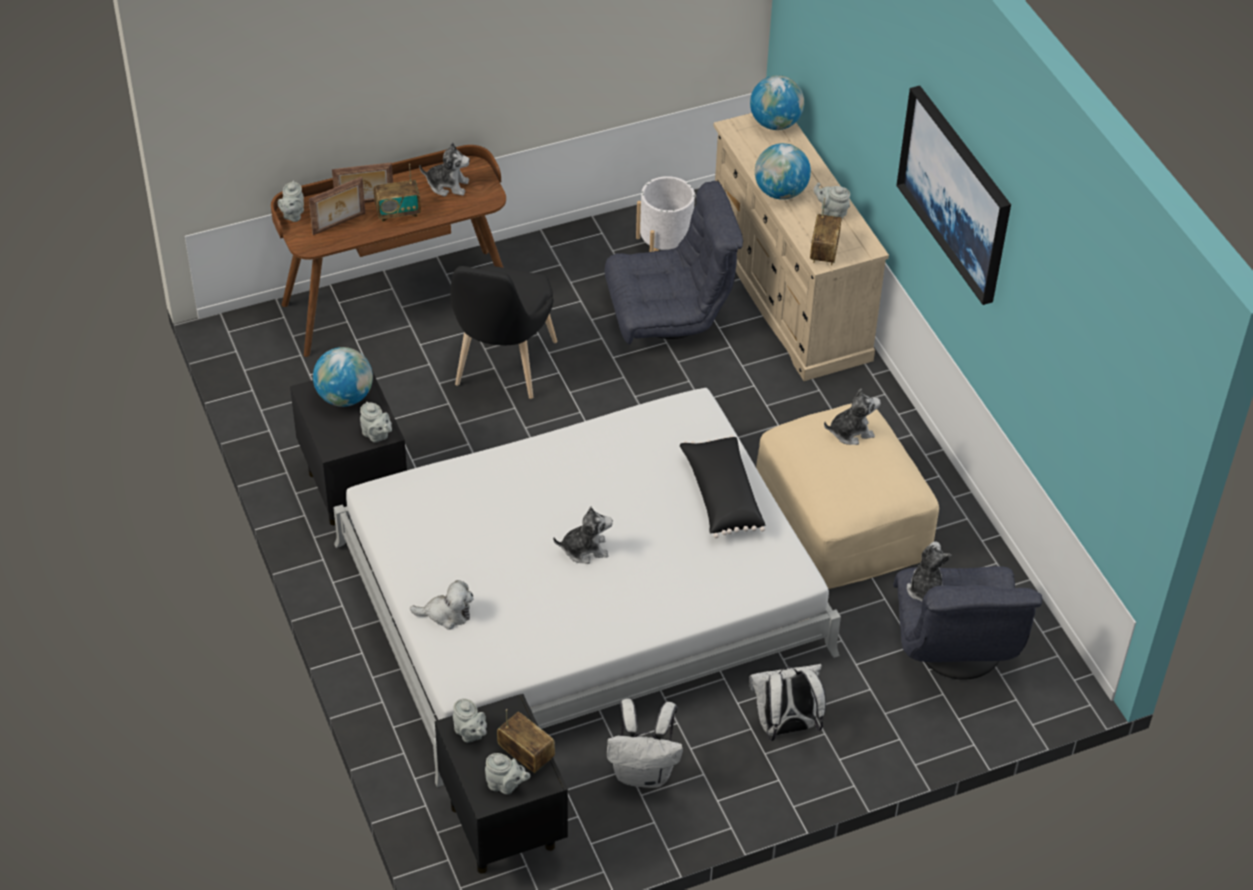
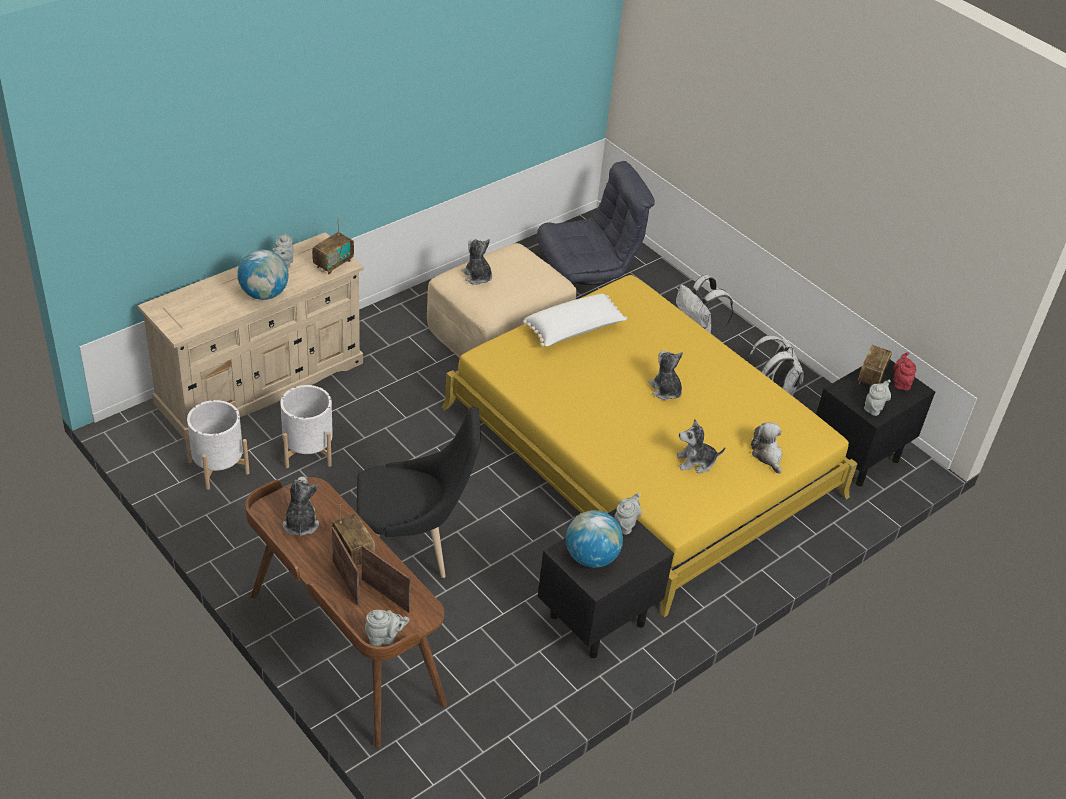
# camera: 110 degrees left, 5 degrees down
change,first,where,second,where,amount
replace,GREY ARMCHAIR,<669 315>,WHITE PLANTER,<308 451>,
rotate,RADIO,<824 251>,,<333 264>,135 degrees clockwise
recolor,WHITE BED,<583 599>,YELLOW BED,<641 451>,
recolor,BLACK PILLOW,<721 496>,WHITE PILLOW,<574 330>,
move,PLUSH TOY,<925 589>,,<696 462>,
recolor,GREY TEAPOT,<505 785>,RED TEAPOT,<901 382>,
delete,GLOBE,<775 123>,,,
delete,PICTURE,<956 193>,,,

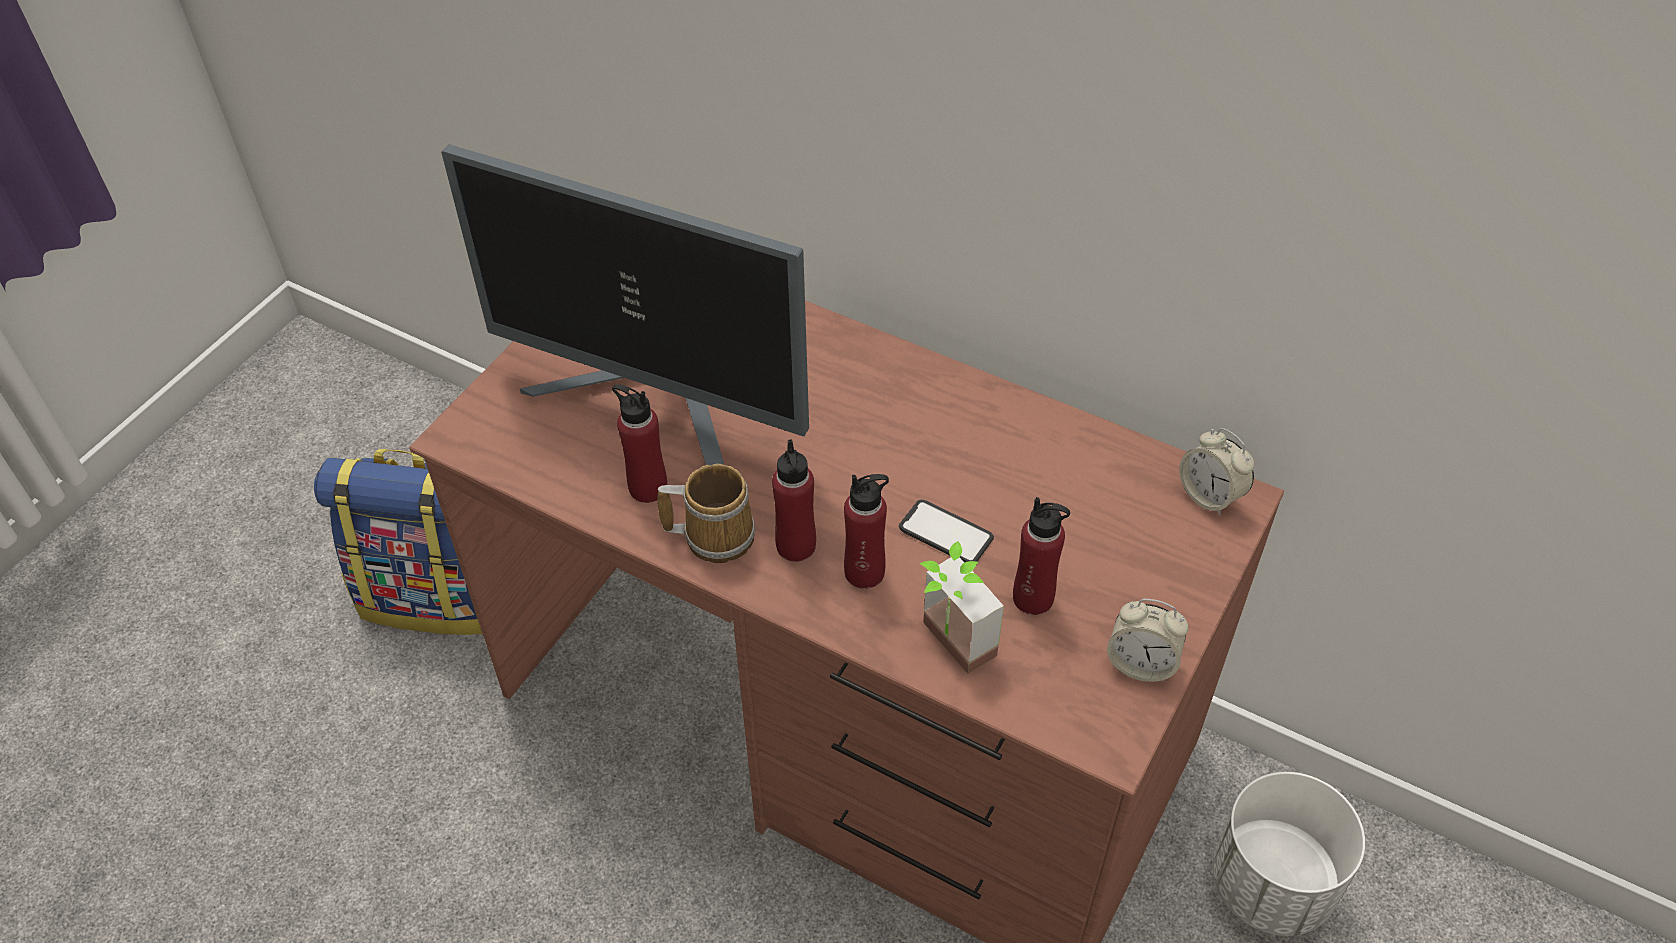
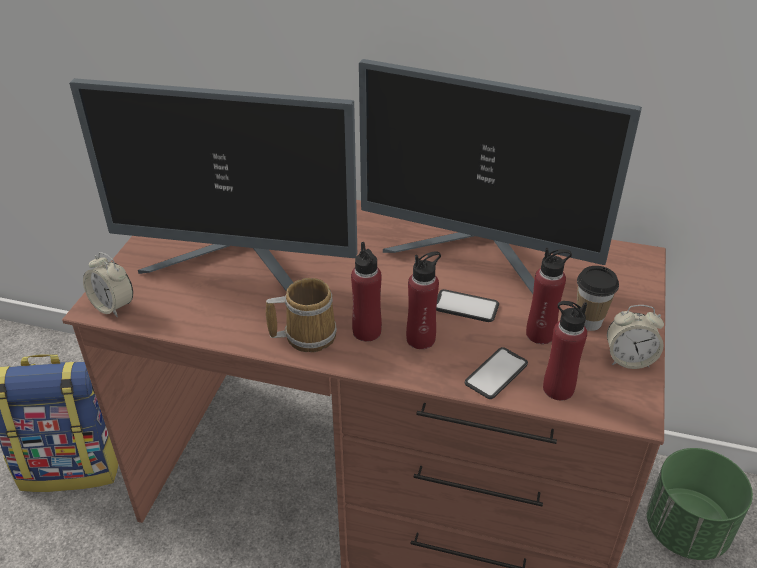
# camera: 15 degrees left, 10 degrees down
change,first,where,second,where,amount
move,ALARM CLOCK,<1210 495>,,<113 306>,
insert,,,MONITOR,<478 256>,
replace,POTTED PLANT,<947 646>,PHONE,<496 374>,
move,RED BOTTLE,<648 487>,,<558 389>,
insert,,,CUP,<588 322>,
recolor,WHITE PLANTER,<1270 885>,GREEN PLANTER,<685 530>,

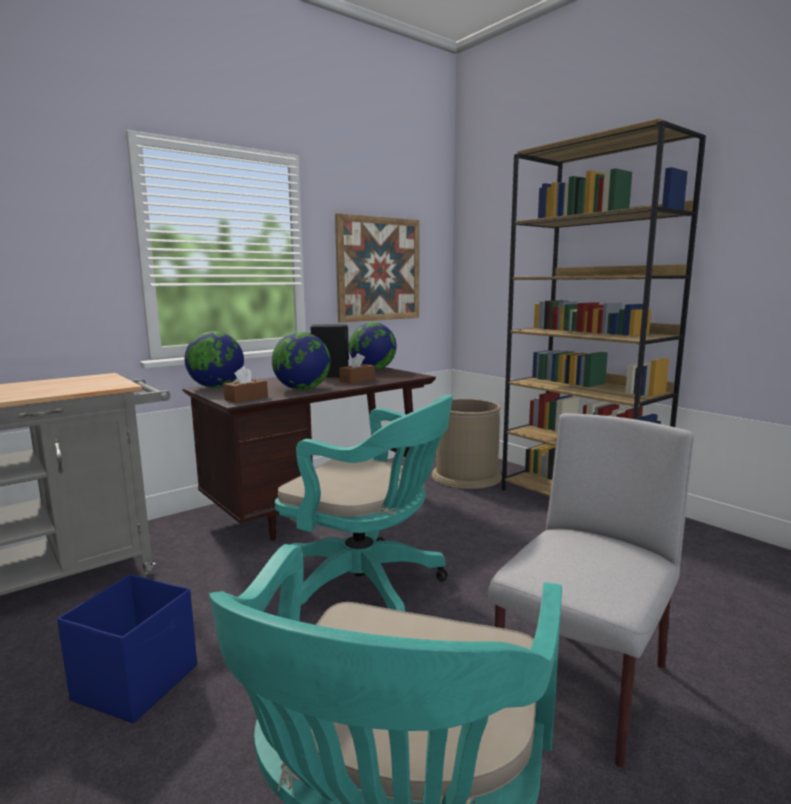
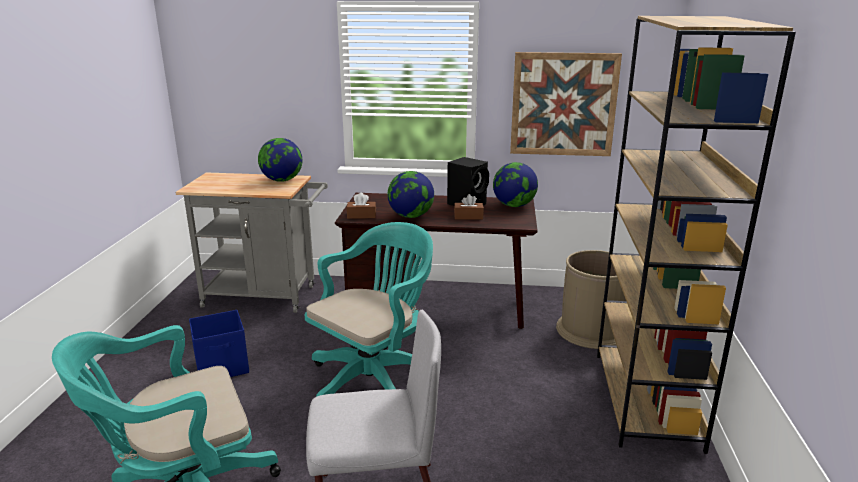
# camera: 45 degrees right, 10 degrees up
change,first,where,second,where,amount
move,GLOBE,<216 387>,,<282 180>,
rotate,TURQUOISE OFFICE CHAIR,<368 587>,,<375 378>,120 degrees counterclockwise

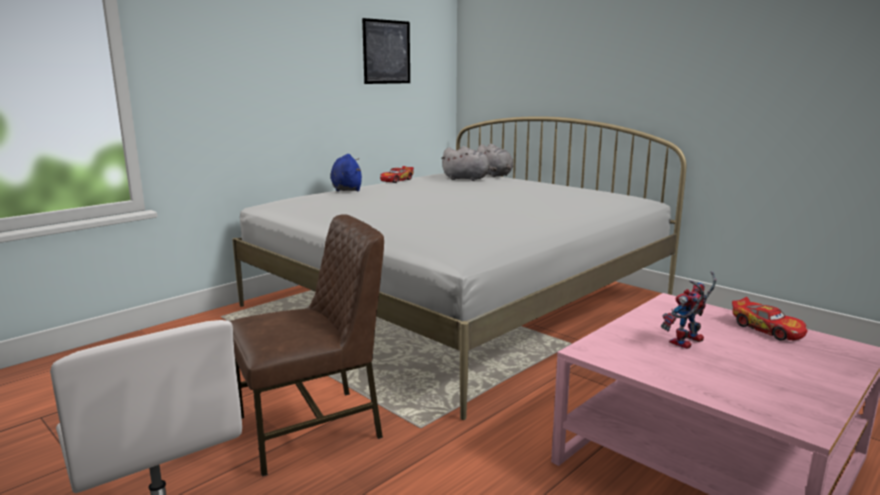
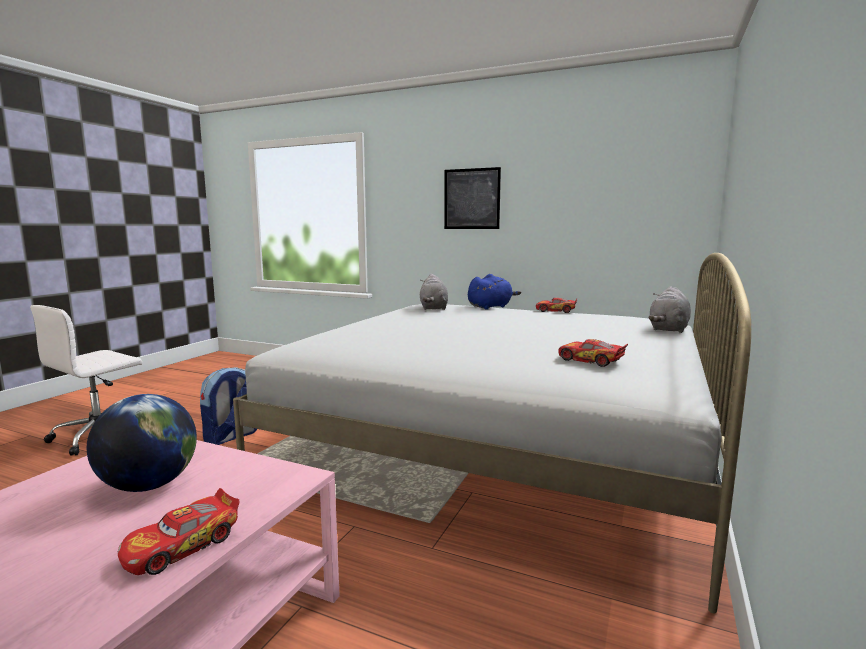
# camera: 70 degrees right, 5 degrees down
change,first,where,second,where,amount
replace,TOY ROBOT,<687 343>,GLOBE,<149 485>,
replace,BROWN CHAIR,<312 428>,BACKPACK,<231 437>,
move,GREY PLUSH TOY,<468 179>,,<433 308>,
move,PICTURE,<386 52>,,<471 199>,
insert,,,TOY CAR,<590 361>,

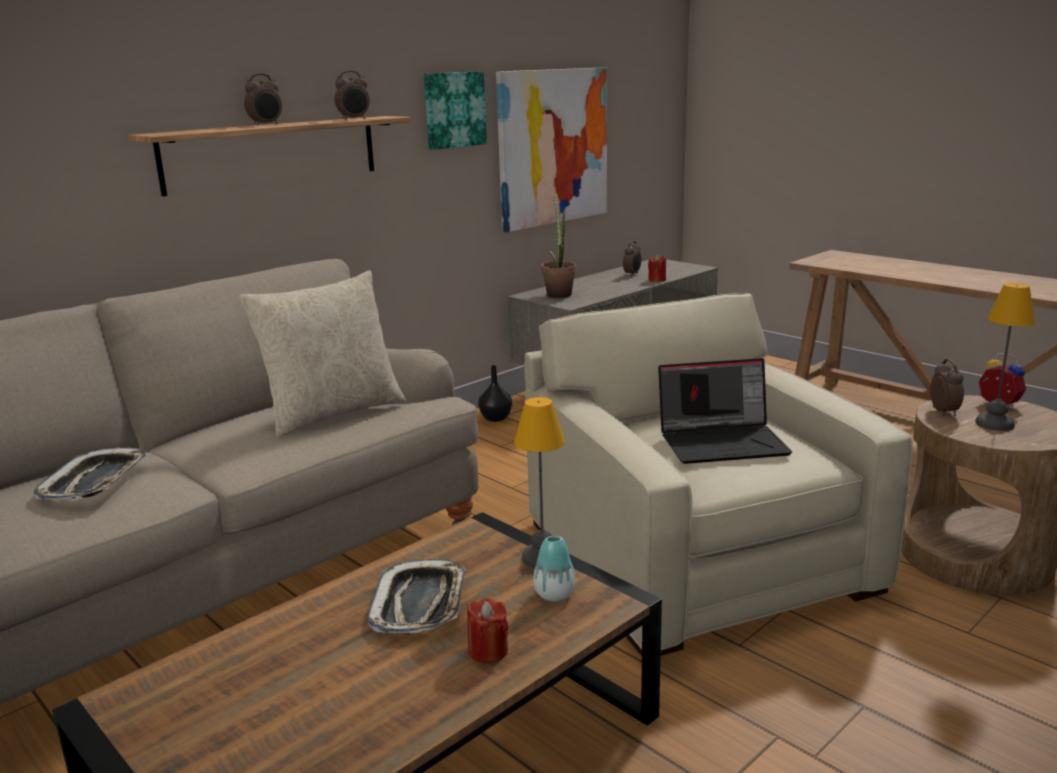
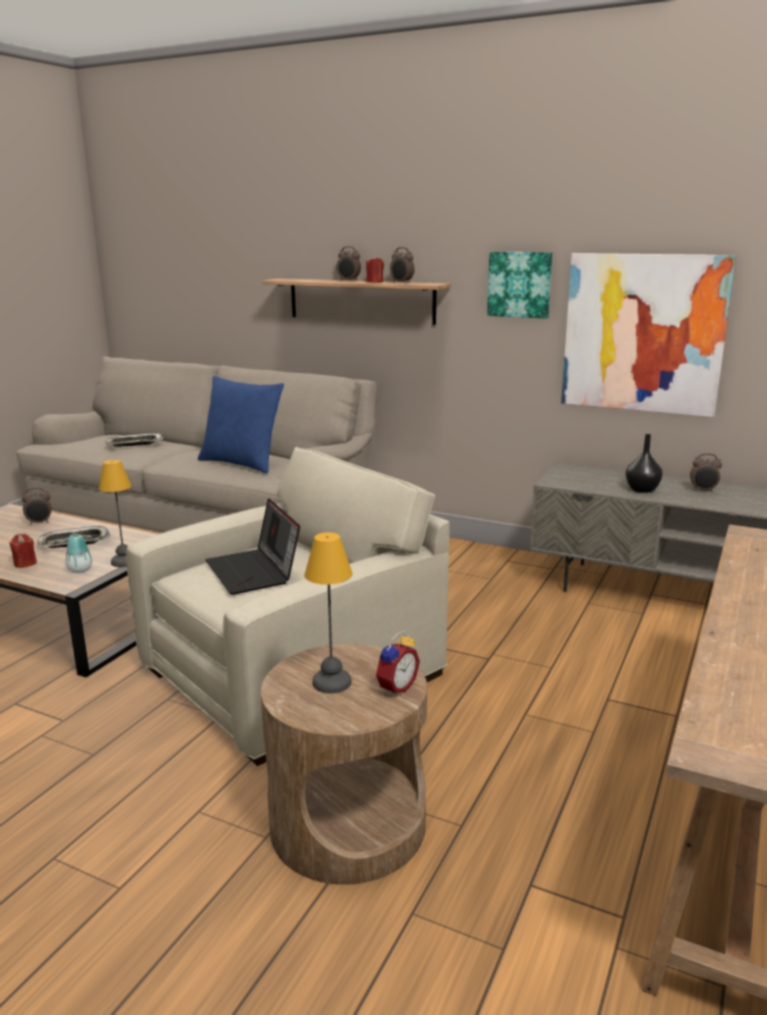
# camera: 70 degrees right, 0 degrees up
change,first,where,second,where,amount
move,ALARM CLOCK,<944 412>,,<39 523>,
recolor,BEIGE PILLOW,<333 413>,BLUE PILLOW,<242 463>,
move,RED CANDLE,<657 280>,,<374 282>,
move,BLACK VASE,<495 418>,,<641 489>,
delete,POTTED PLANT,<558 293>,,,

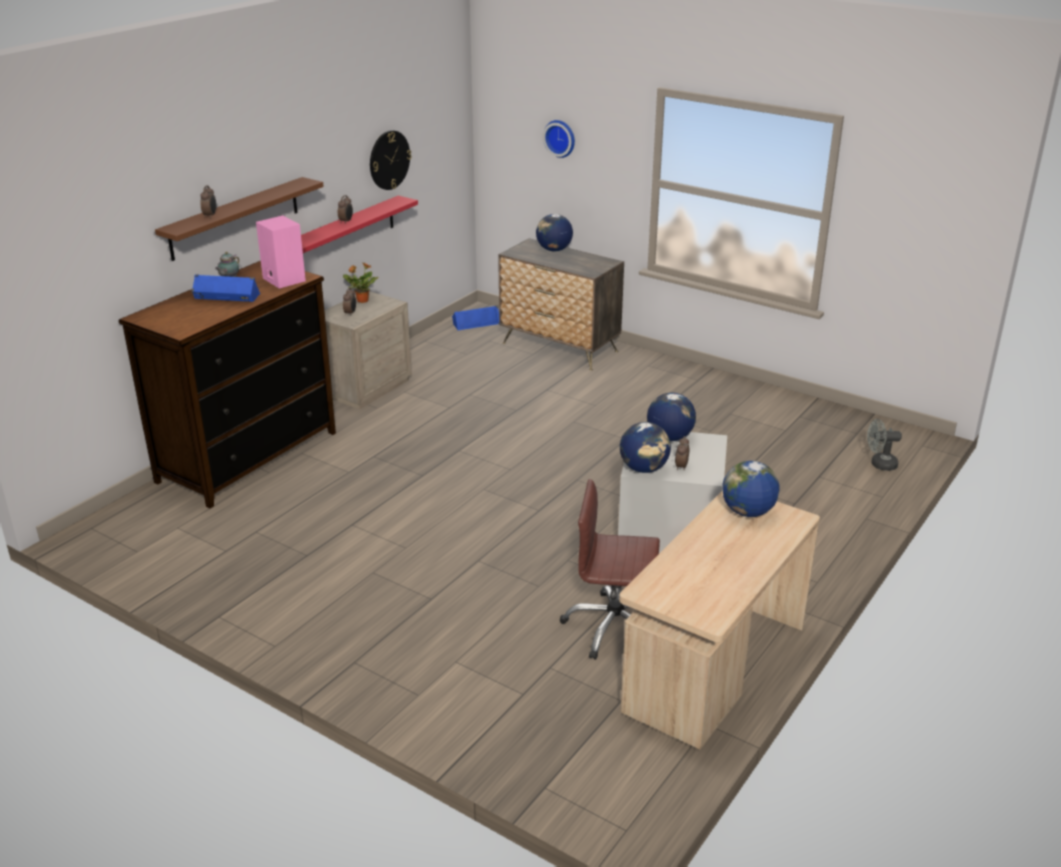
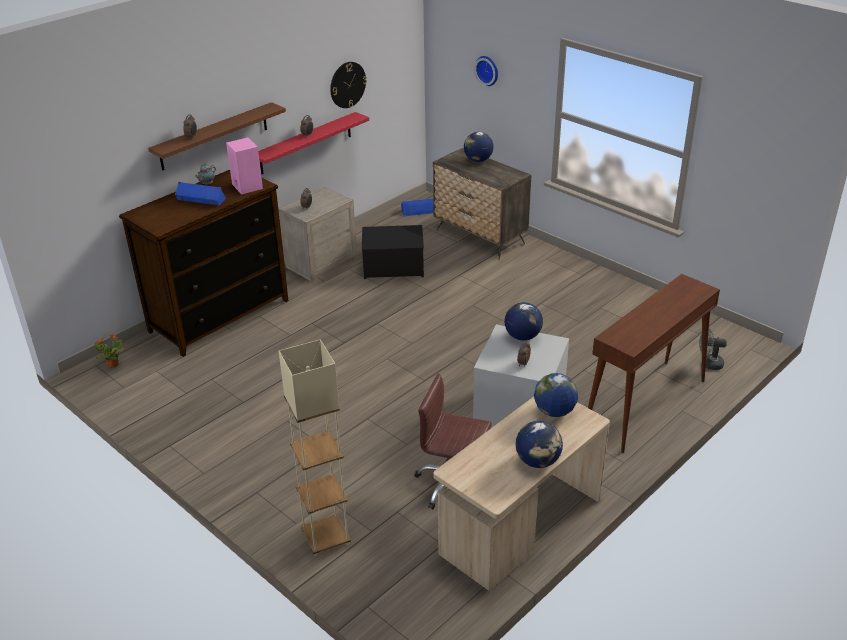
# camera: 10 degrees right, 5 degrees up
change,first,where,second,where,amount
move,POTTED PLANT,<362 300>,,<112 365>,
insert,,,BEIGE FLOOR LAMP,<326 538>,
insert,,,STORAGE BOX,<394 266>,
move,GLOBE,<644 469>,,<538 461>,
insert,,,BROWN CONSOLE TABLE,<645 405>,

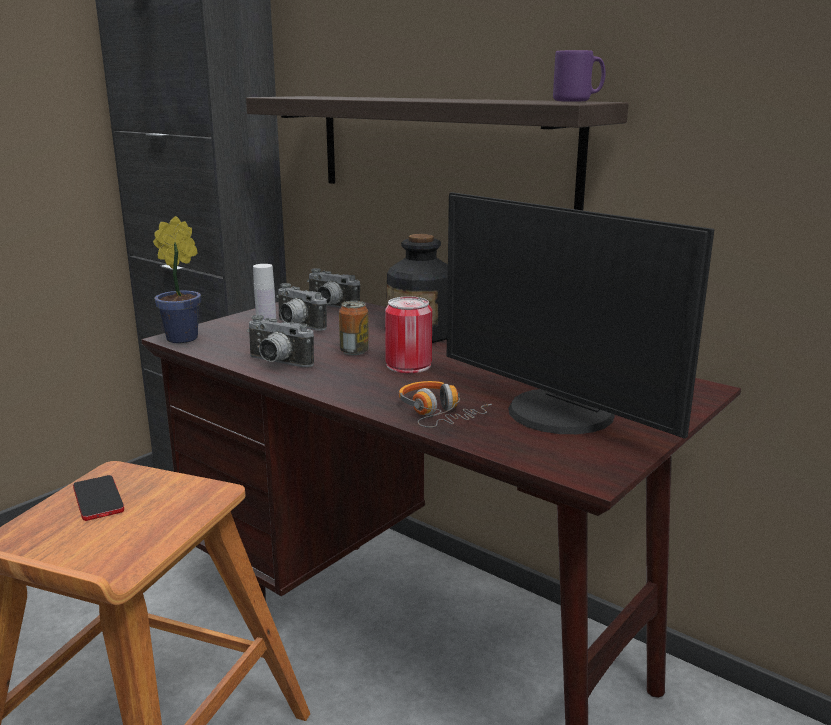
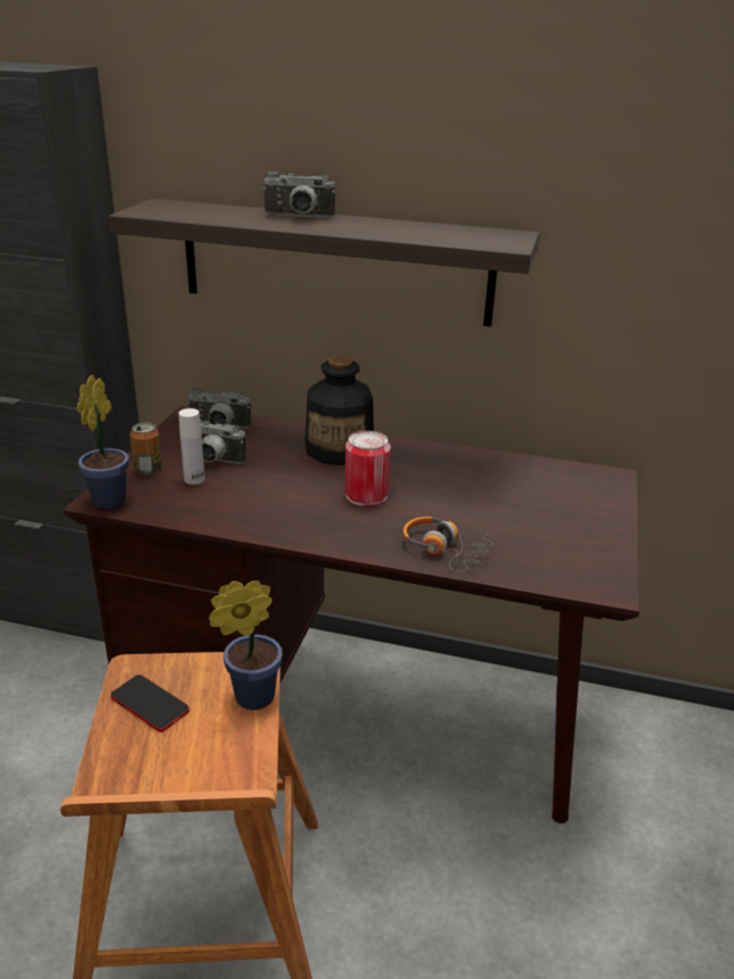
# camera: 25 degrees left, 10 degrees up
change,first,where,second,where,amount
move,CAN,<354 352>,,<148 470>,
insert,,,POTTED PLANT,<249 698>,
move,PHOTO CAMERA,<276 363>,,<298 218>,
delete,MONITOR,<557 414>,,,
delete,PURPLE MUG,<578 101>,,,

